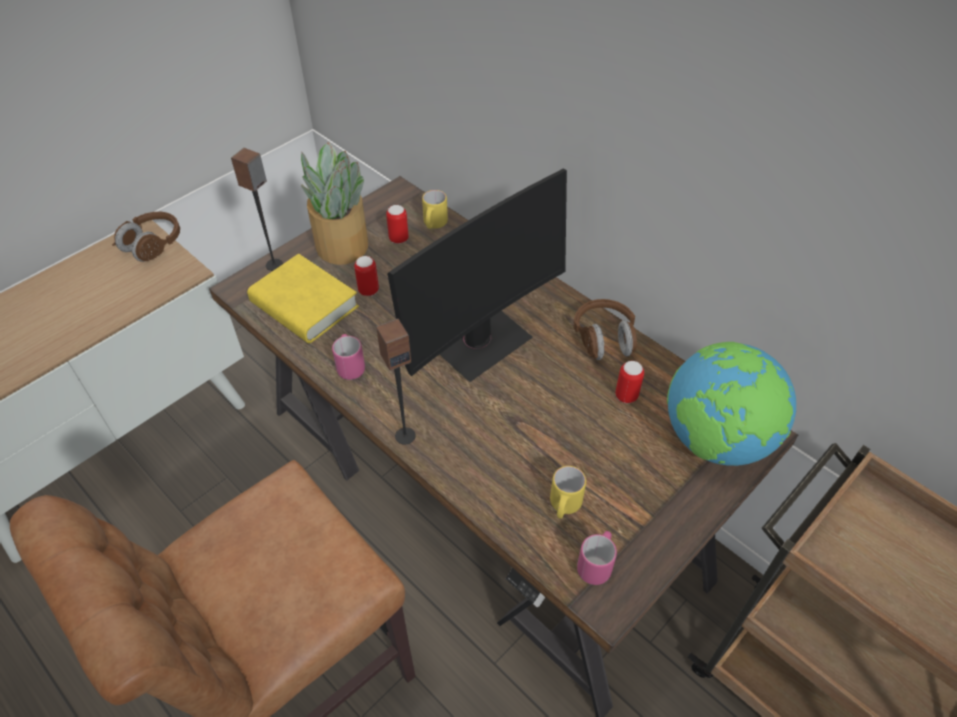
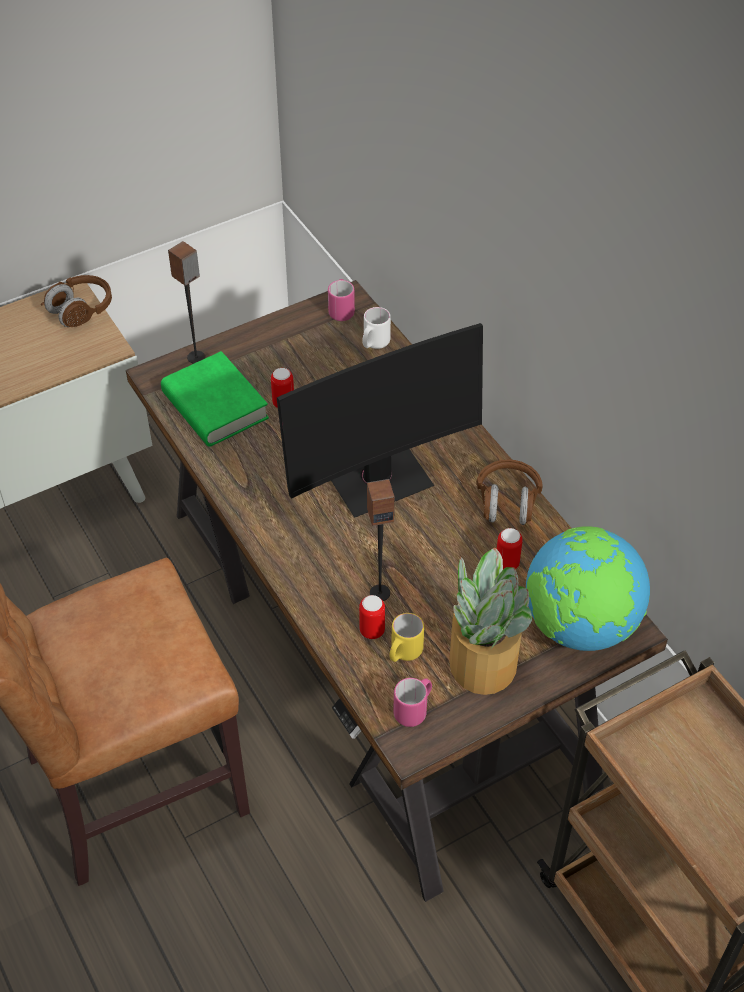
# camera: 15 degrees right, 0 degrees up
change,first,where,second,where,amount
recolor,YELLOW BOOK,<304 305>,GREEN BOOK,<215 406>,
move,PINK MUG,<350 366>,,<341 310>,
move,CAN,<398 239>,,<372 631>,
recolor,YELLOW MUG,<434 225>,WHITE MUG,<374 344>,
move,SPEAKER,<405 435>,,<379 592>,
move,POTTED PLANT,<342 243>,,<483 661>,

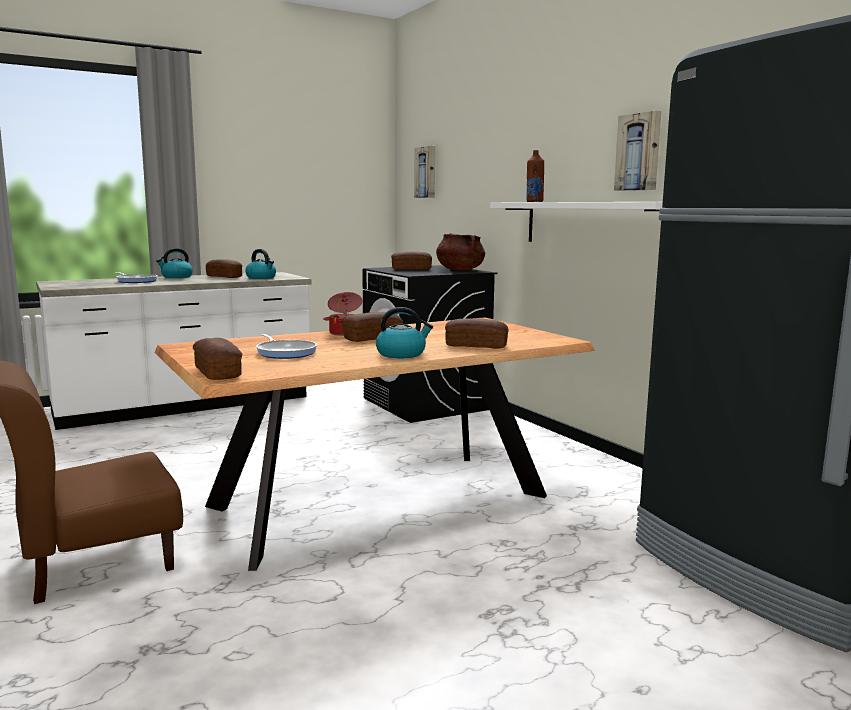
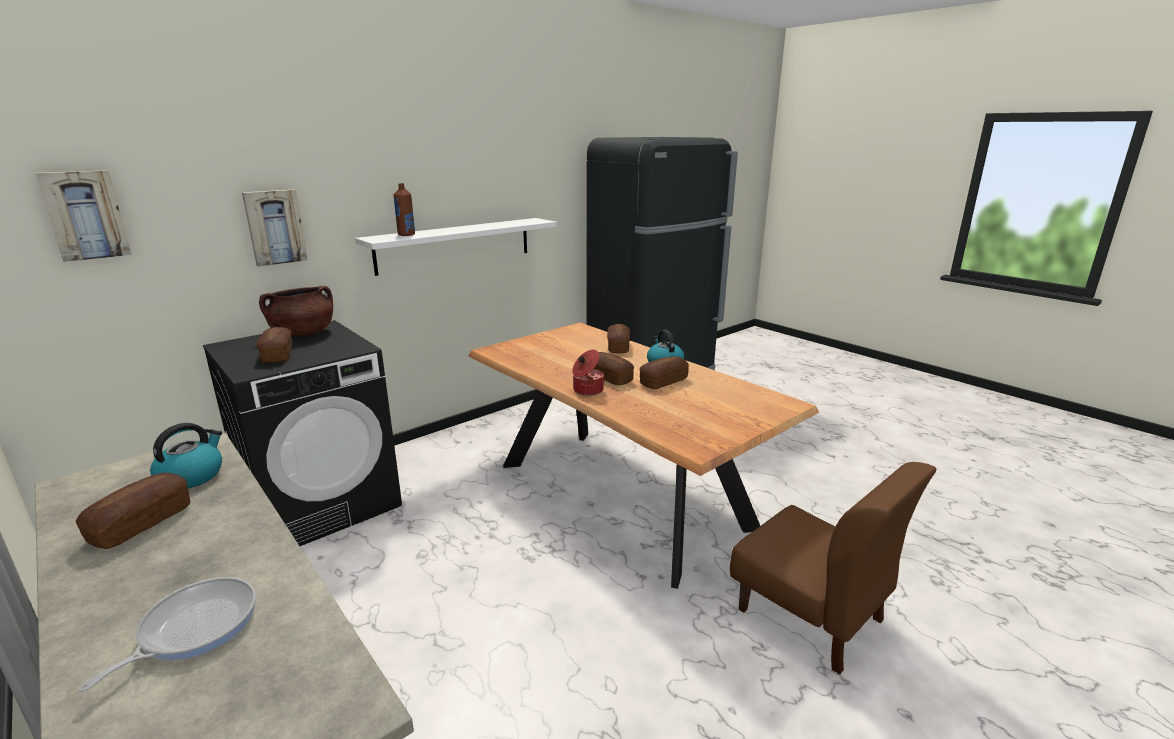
# camera: 100 degrees left, 10 degrees up
change,first,where,second,where,amount
move,PICTURE,<639 152>,,<275 227>,
move,BREAD,<217 373>,,<663 382>,
delete,KETTLE,<176 277>,,,
delete,FRYING PAN,<285 352>,,,

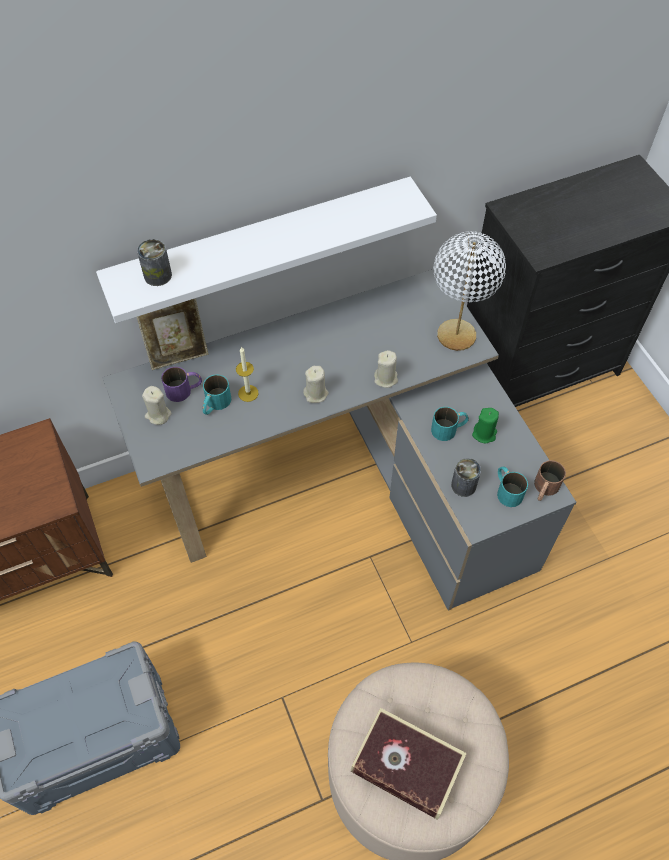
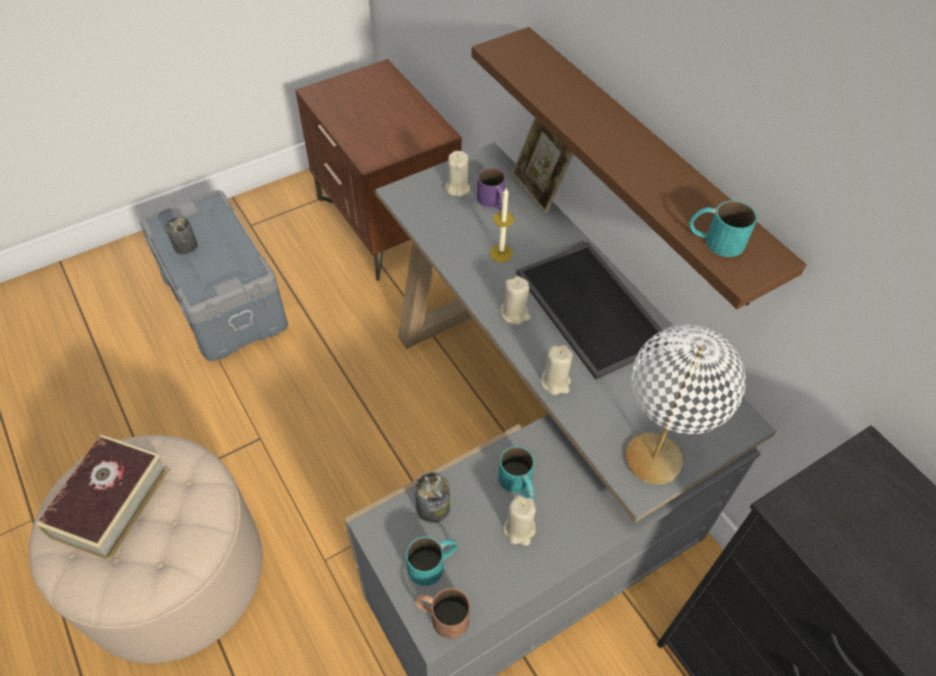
# camera: 80 degrees right, 5 degrees down
change,first,where,second,where,amount
move,CAN,<158 275>,,<185 246>,
recolor,WHITE SHELF,<262 246>,BROWN SHELF,<640 163>,
recolor,GREEN CANDLE,<484 434>,BEIGE CANDLE,<519 529>,
insert,,,TRAY,<594 308>,
move,TURQUOISE MUG,<215 404>,,<714 240>,

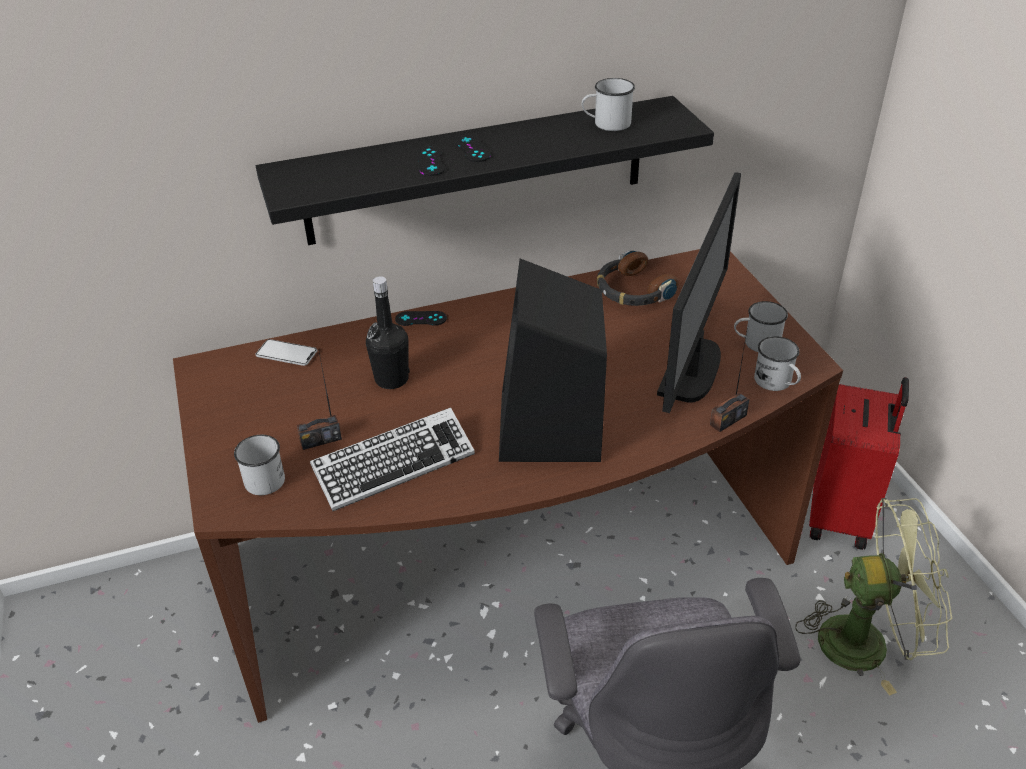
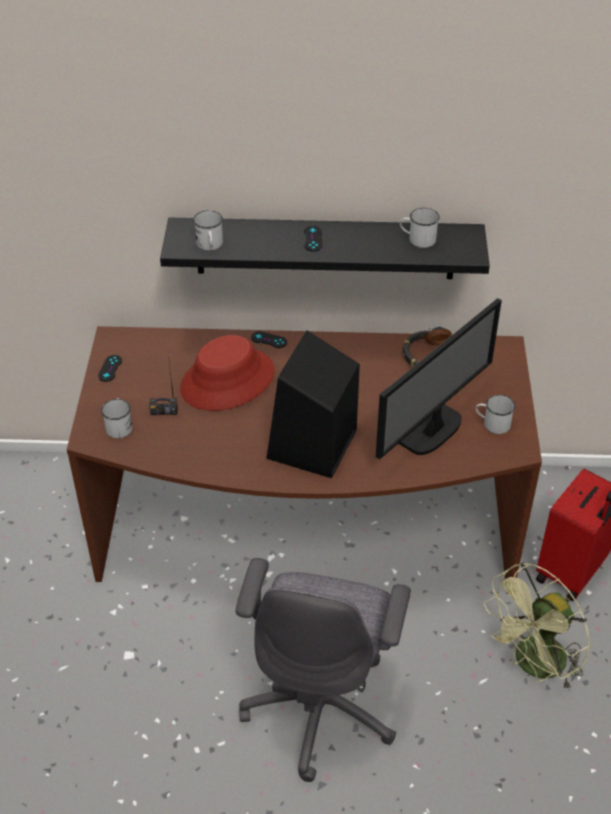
# camera: 20 degrees right, 5 degrees up
change,first,where,second,where,amount
move,BLACK GAME CONTROLLER,<430 162>,,<110 368>,
replace,BLACK BOTTLE,<391 379>,RED HAT,<228 380>,
move,WHITE MUG,<777 383>,,<210 245>,
rotate,GREEN FAN,<867 641>,,<533 665>,120 degrees clockwise
delete,PHONE,<286 353>,,,
delete,KEYBOARD,<394 465>,,,
delete,RADIO,<728 420>,,,

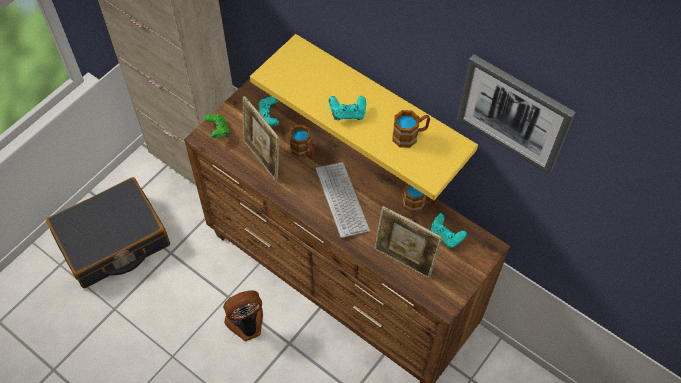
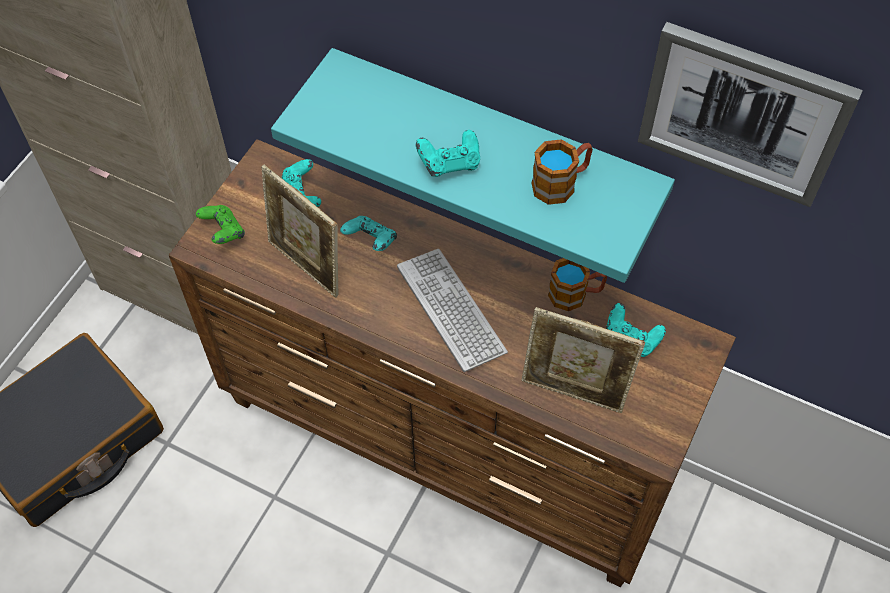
# camera: 10 degrees left, 0 degrees up
change,first,where,second,where,amount
recolor,YELLOW SHELF,<381 105>,TURQUOISE SHELF,<495 143>,
replace,MUG,<303 151>,TURQUOISE GAME CONTROLLER,<371 241>,
delete,FAN,<246 324>,,,

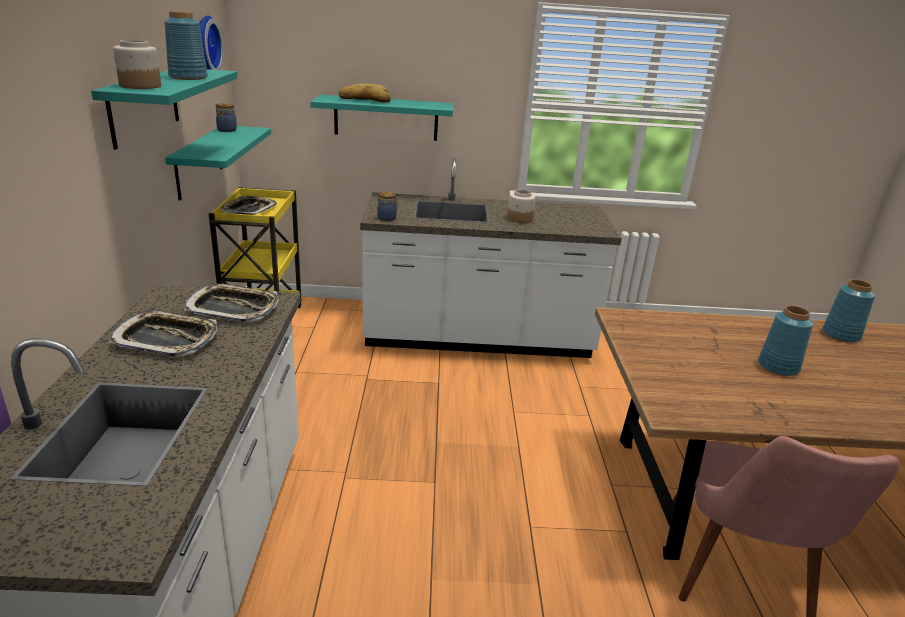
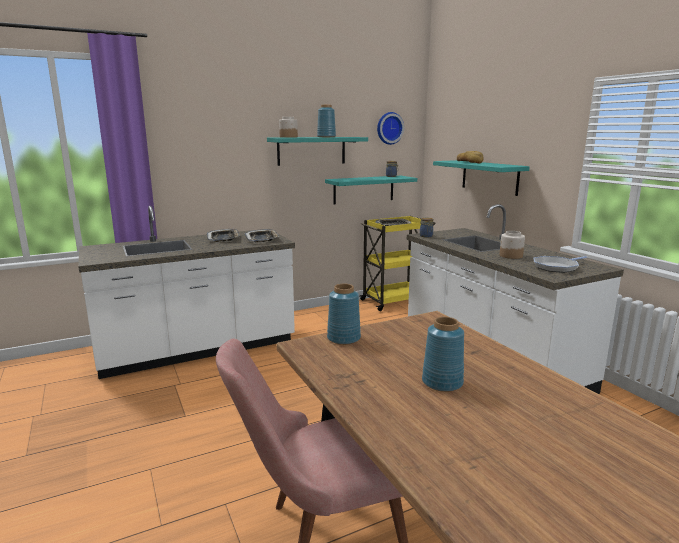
# camera: 65 degrees right, 10 degrees down
change,first,where,second,where,amount
move,BLUE VASE,<840 335>,,<343 338>,
insert,,,FRYING PAN,<557 267>,

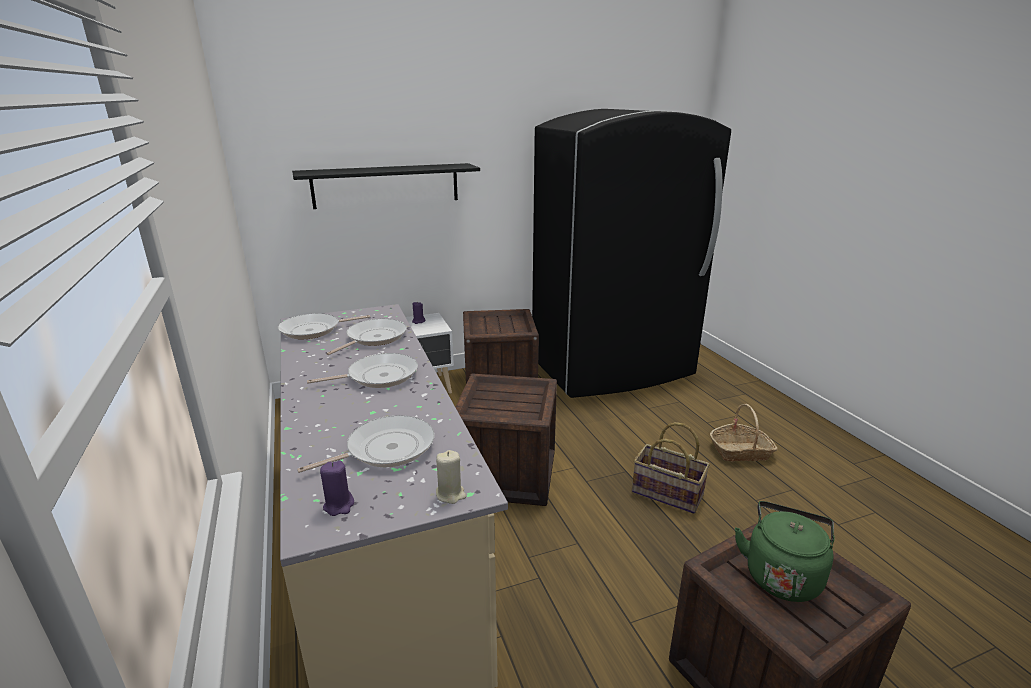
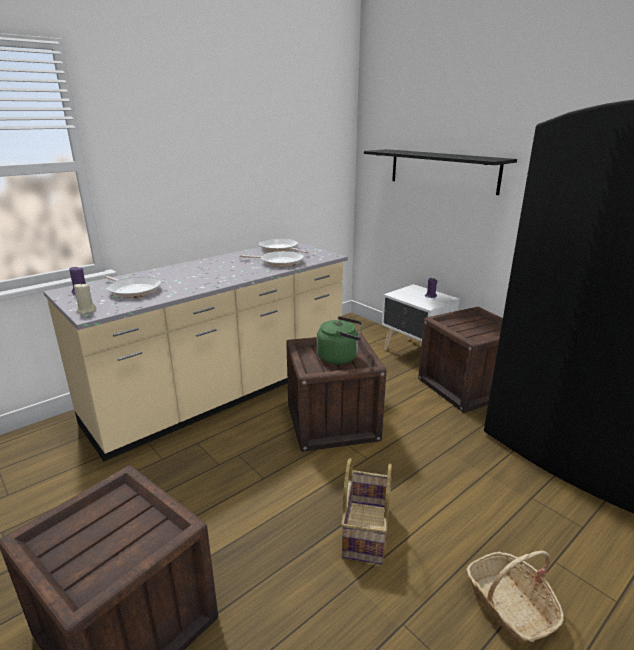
# camera: 70 degrees right, 0 degrees up
change,first,where,second,where,amount
move,GREEN KETTLE,<781 574>,,<340 357>,
delete,FRYING PAN,<378 376>,,,

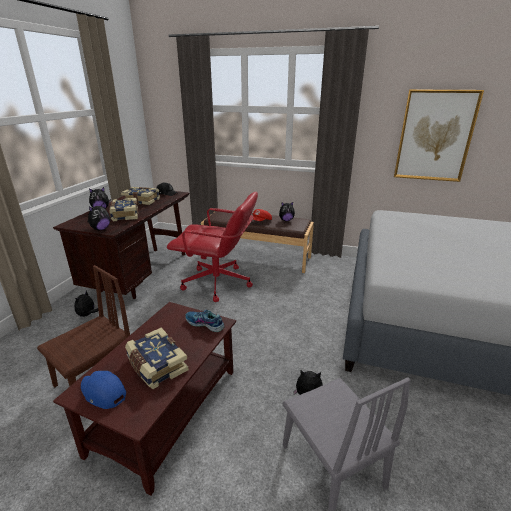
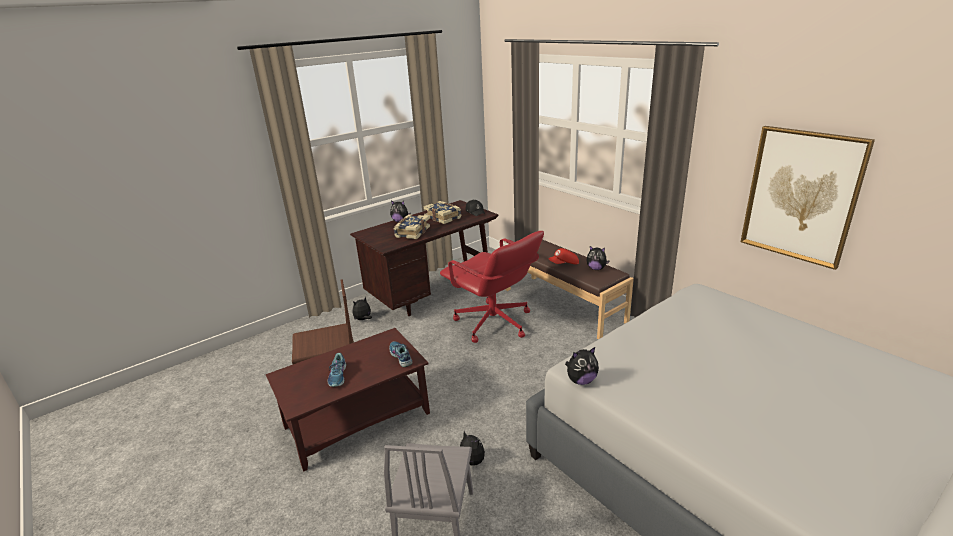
# camera: 35 degrees right, 0 degrees up
change,first,where,second,where,amount
replace,BOOK,<156 365>,SHOE,<338 376>,
move,PLUSH TOY,<100 229>,,<581 380>,
delete,BLUE CAP,<103 393>,,,

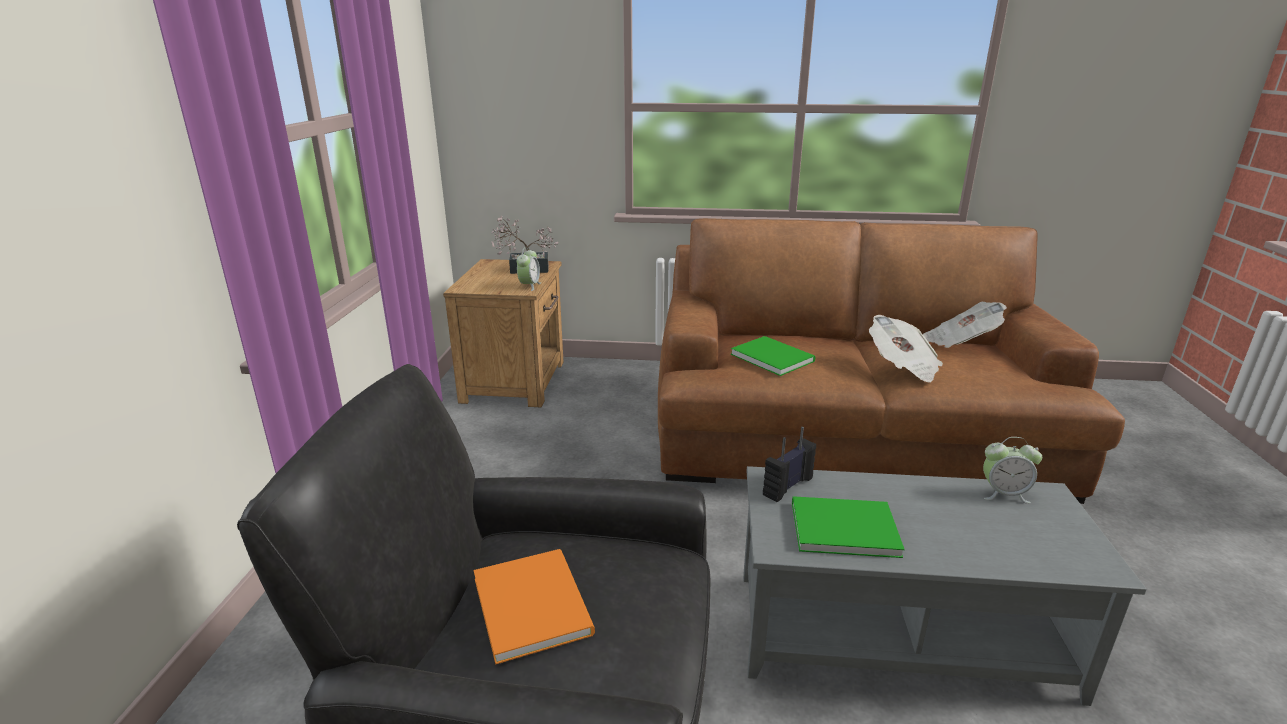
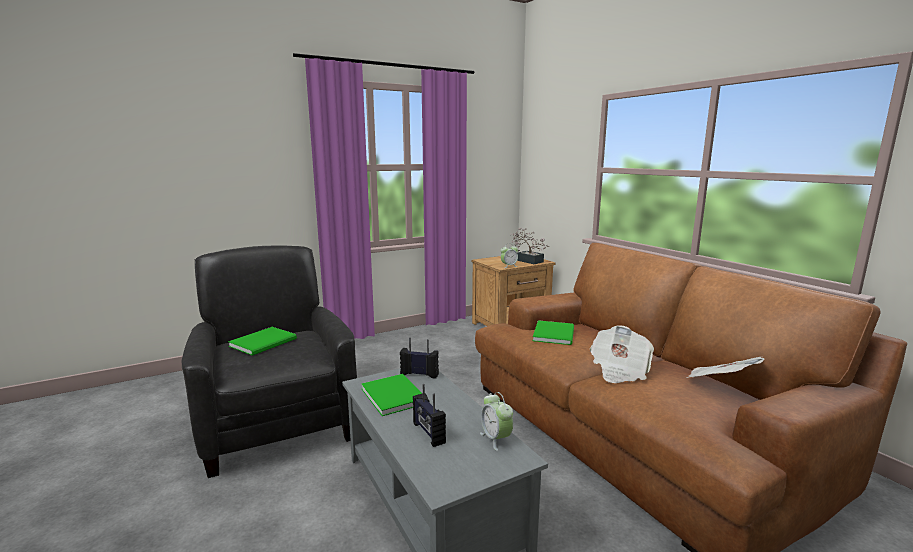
# camera: 55 degrees right, 10 degrees down
change,first,where,second,where,amount
recolor,ORANGE BOOK,<534 602>,GREEN BOOK,<265 342>,
insert,,,RADIO,<428 433>,

